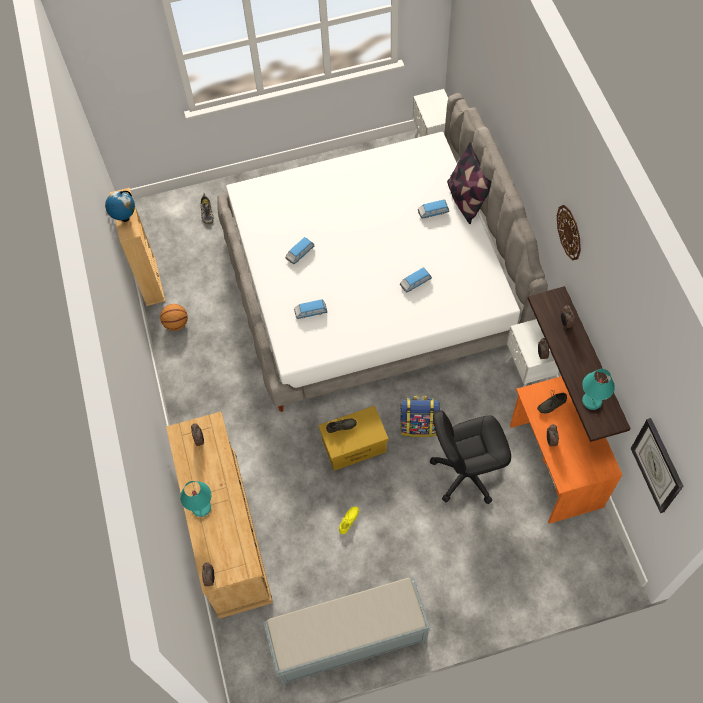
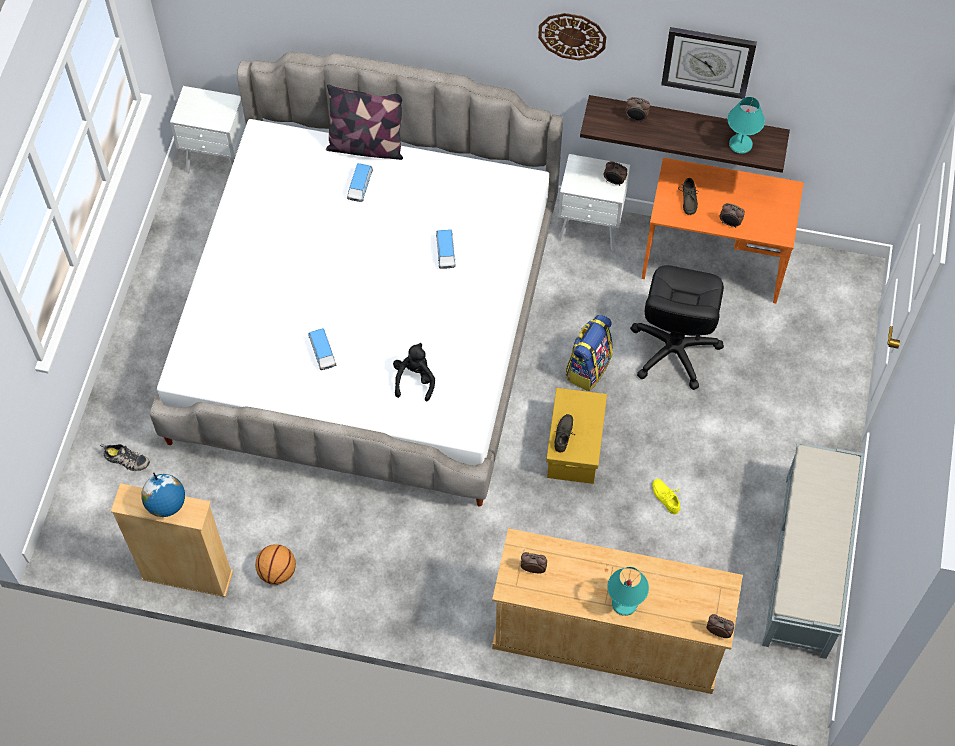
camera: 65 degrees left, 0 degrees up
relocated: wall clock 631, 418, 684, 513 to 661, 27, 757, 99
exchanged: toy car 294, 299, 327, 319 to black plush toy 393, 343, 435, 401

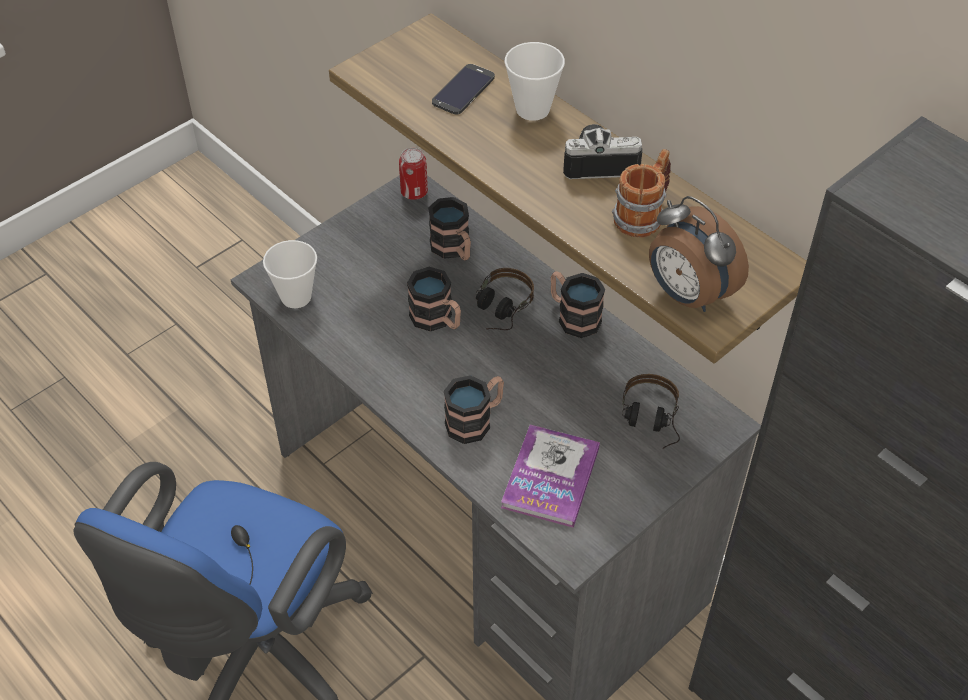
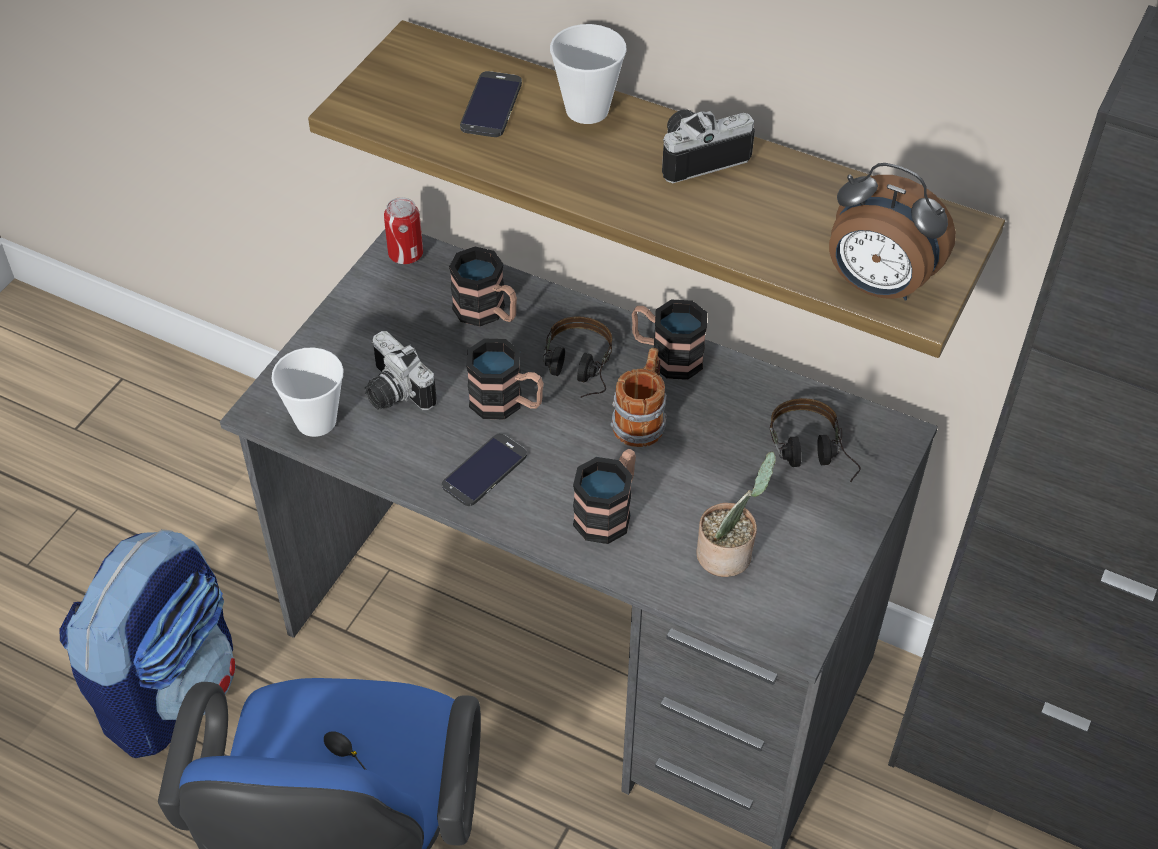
camera: 20 degrees left, 0 degrees up
appeared: backpack 59, 529, 236, 758; photo camera 364, 331, 437, 410; phone 442, 434, 527, 506
relocated: mug 612, 149, 671, 238 to 611, 347, 667, 447
exchanged: book 501, 424, 600, 528 to potted plant 696, 452, 776, 577

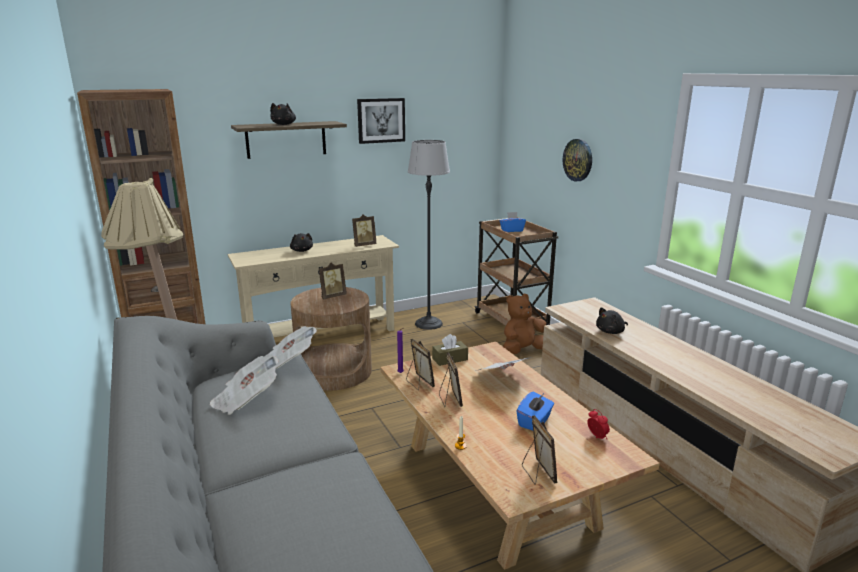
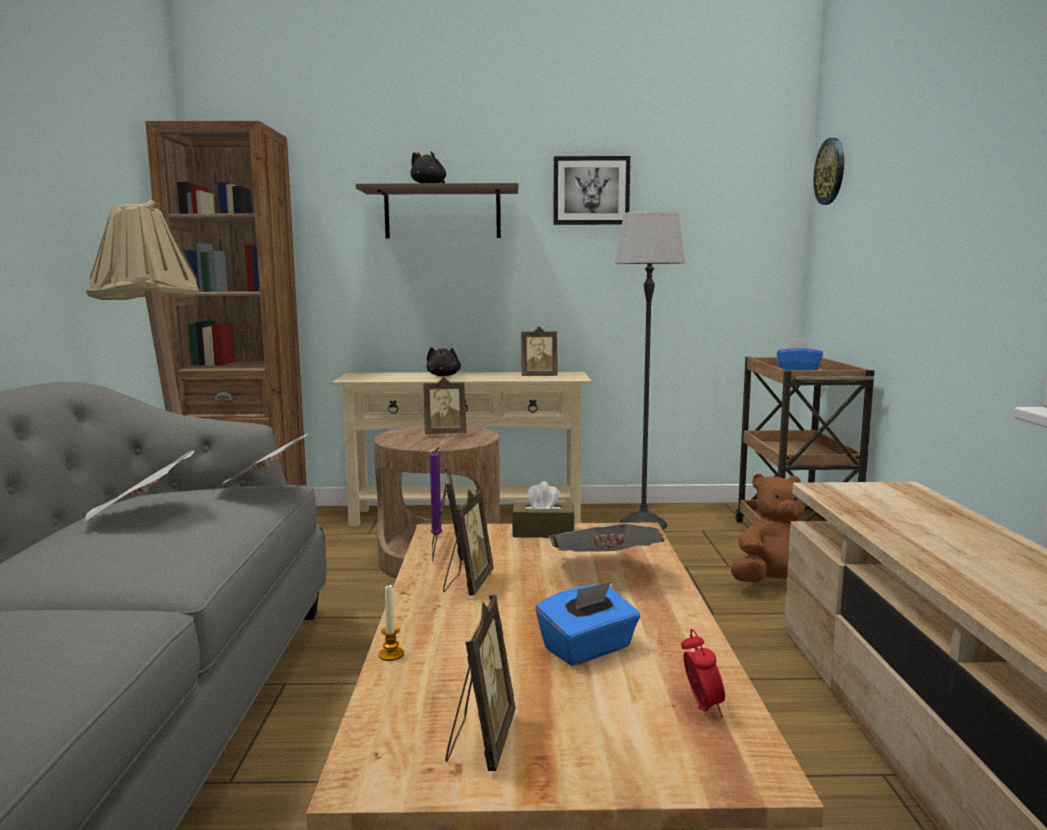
camera: 25 degrees right, 10 degrees down
missing: black plush toy 596, 308, 628, 334
relocated: wall clock 563, 139, 592, 182 to 813, 138, 844, 205

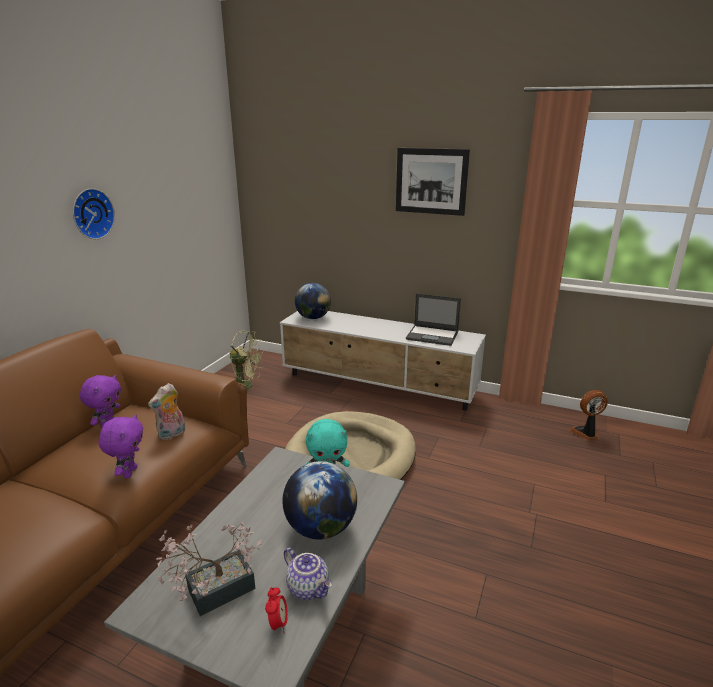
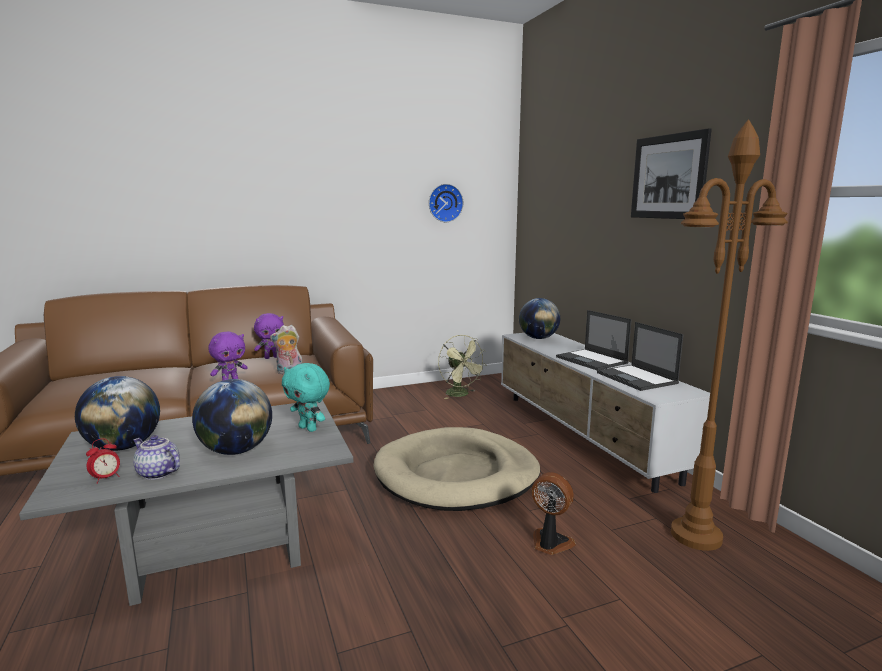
camera: 45 degrees right, 10 degrees down
appeared: laptop 556, 310, 632, 370; brown floor lamp 671, 119, 788, 551
relocated: wall clock 73, 188, 115, 239 to 429, 184, 464, 222; fan 569, 390, 608, 440 to 531, 472, 576, 555
exchanged: potted plant 156, 522, 262, 616 to globe 75, 376, 160, 451
spun: teapot 284, 548, 332, 600 = 133, 435, 180, 480 120 degrees clockwise

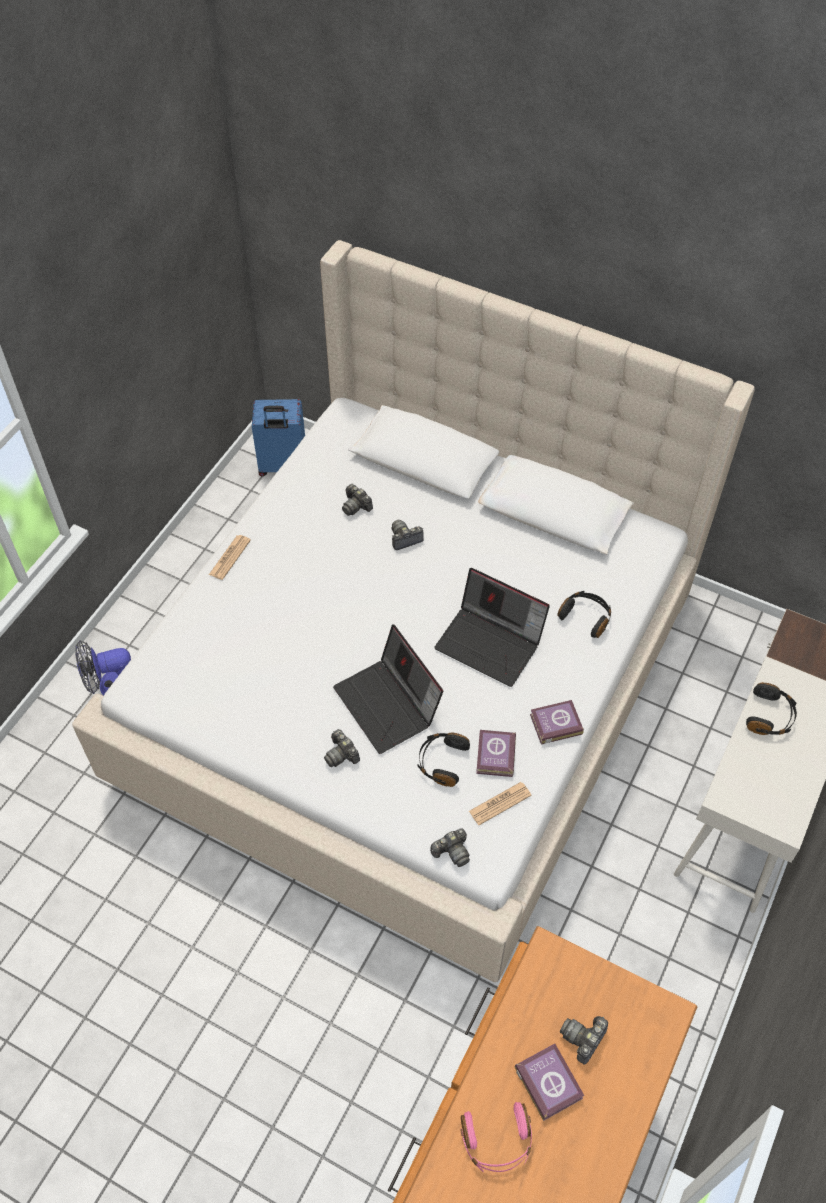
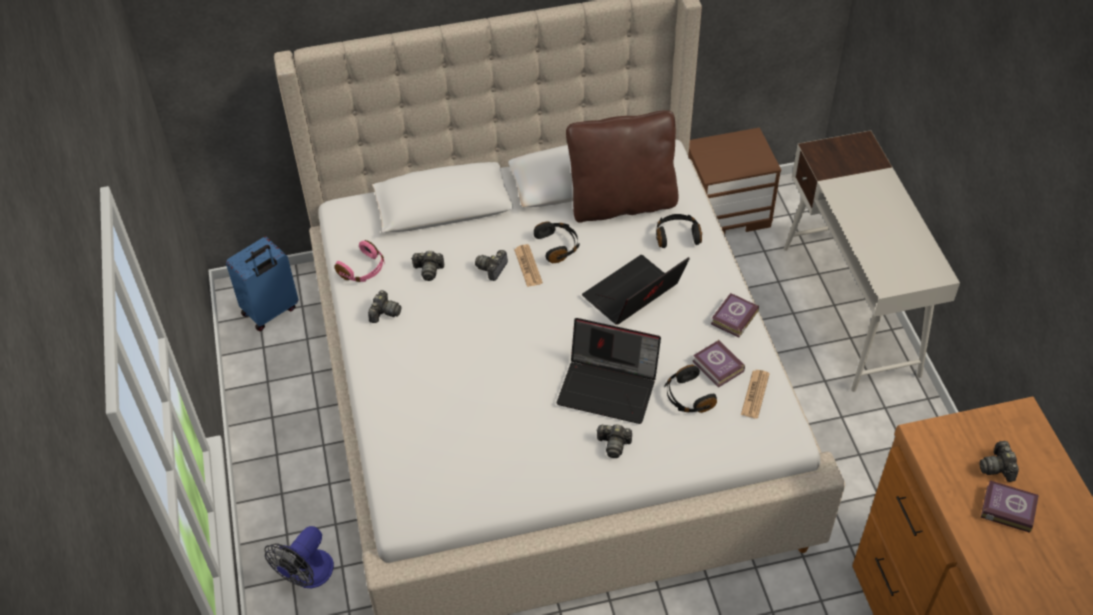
camera: 40 degrees left, 5 degrees down
appeared: brown pillow 566, 110, 678, 223; brown nightstand 688, 128, 781, 234
relocated: newspaper 209, 535, 251, 580 to 514, 244, 543, 287; photo camera 430, 829, 470, 867 to 368, 290, 401, 323; pink headphones 460, 1102, 532, 1172 to 334, 240, 385, 282; black headphones 746, 682, 797, 735 to 534, 221, 580, 263
spun: laptop 434, 568, 550, 687 = 582, 255, 690, 325 150 degrees clockwise

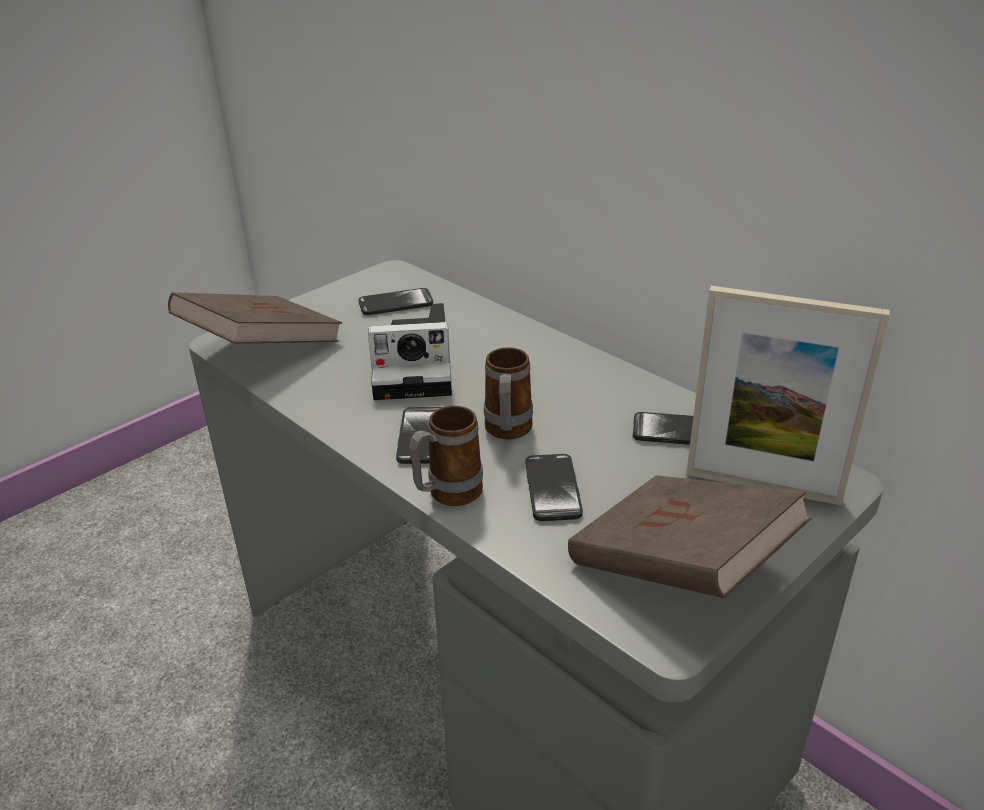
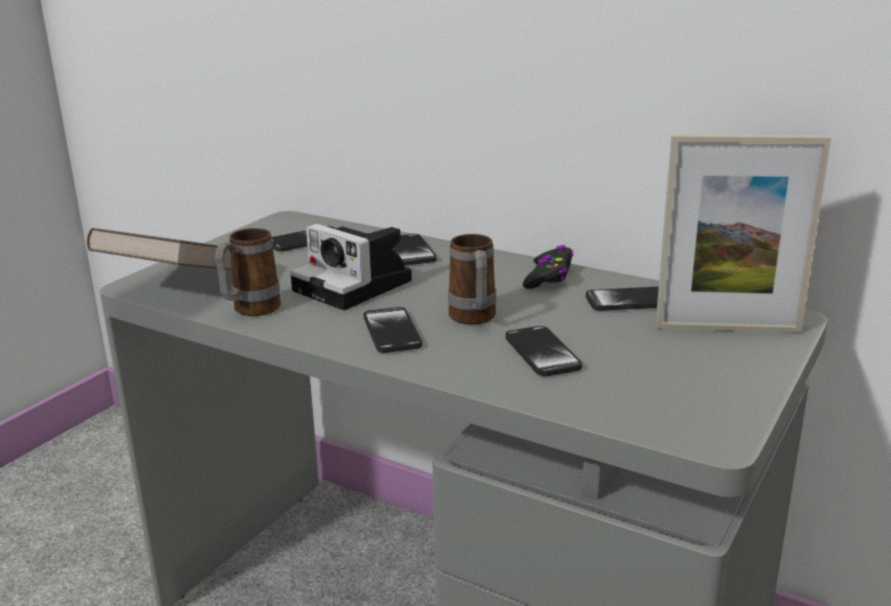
camera: 15 degrees left, 10 degrees down
missing: brown book 568, 475, 812, 598
appeared: phone 392, 234, 437, 265; black game controller 523, 245, 573, 289
relocated: mug 409, 406, 483, 506 to 215, 228, 281, 316
spun: photo camera 368, 303, 452, 400 = 290, 224, 412, 310 60 degrees clockwise

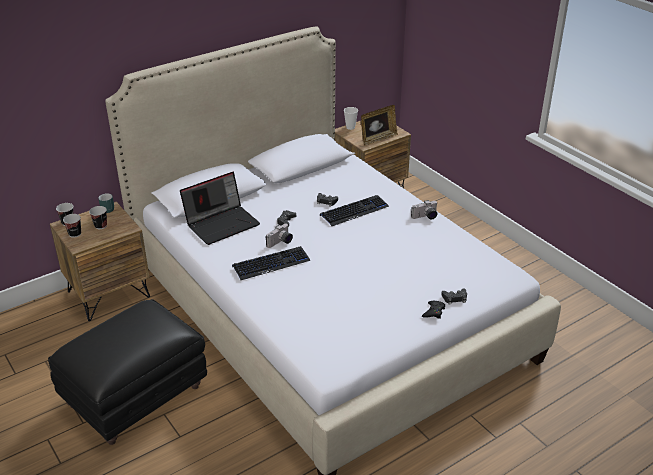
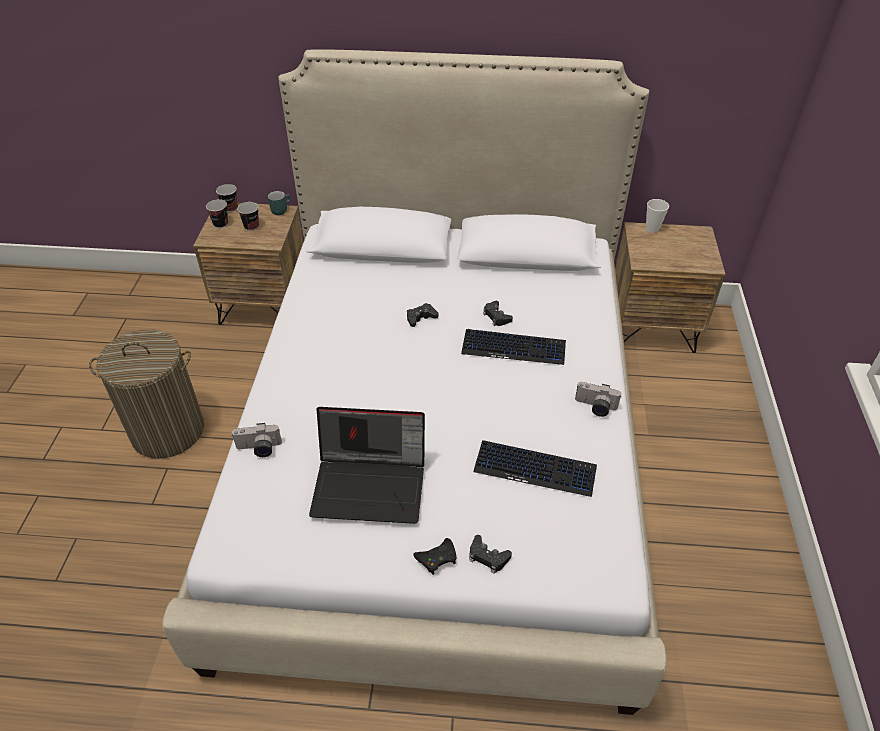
camera: 40 degrees right, 10 degrees up
missing: picture frame 361, 105, 398, 145
relocated: laptop 180, 172, 260, 245 to 309, 407, 425, 524; keyboard 232, 246, 311, 280 to 473, 440, 597, 497; photo camera 265, 224, 293, 248 to 231, 423, 282, 457
exchanged: black ottoman 48, 299, 207, 445 to laundry basket 89, 329, 204, 458

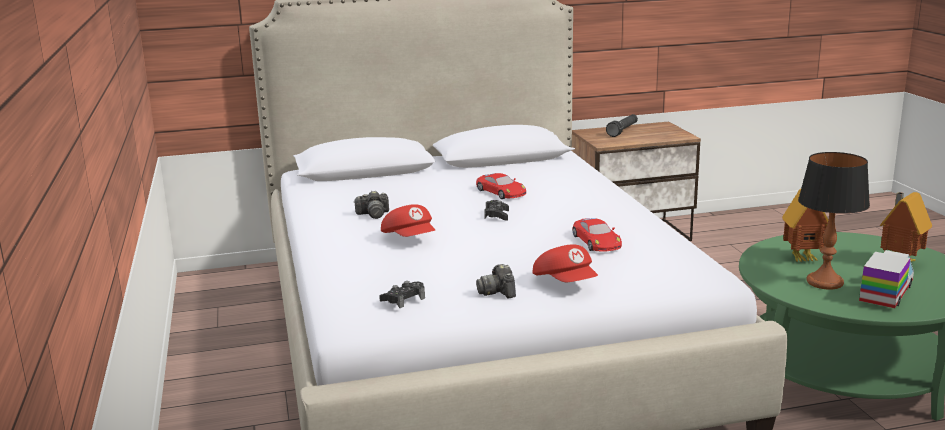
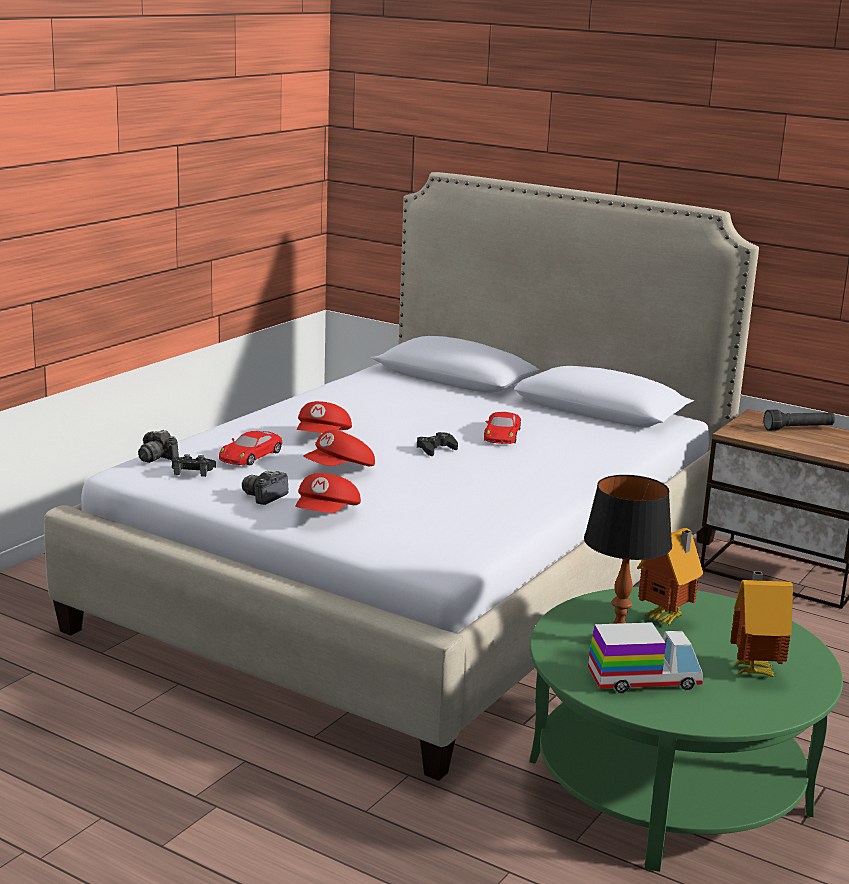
camera: 45 degrees right, 0 degrees up
appeared: red cap 304, 430, 375, 466
relocated: photo camera 354, 190, 389, 219 to 138, 430, 179, 463; red toy car 572, 218, 622, 252 to 219, 431, 282, 465

